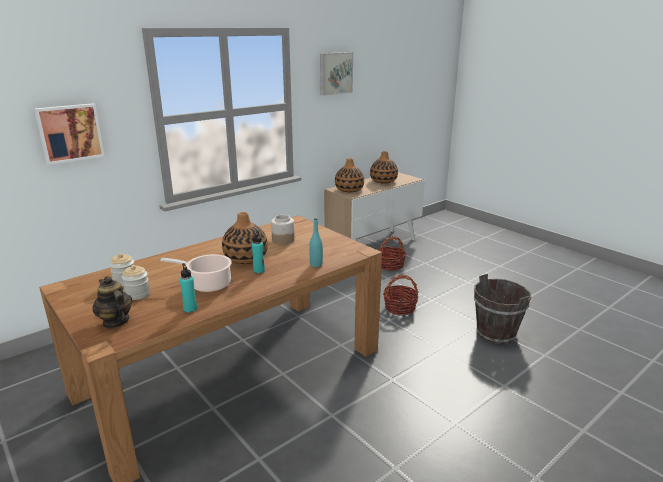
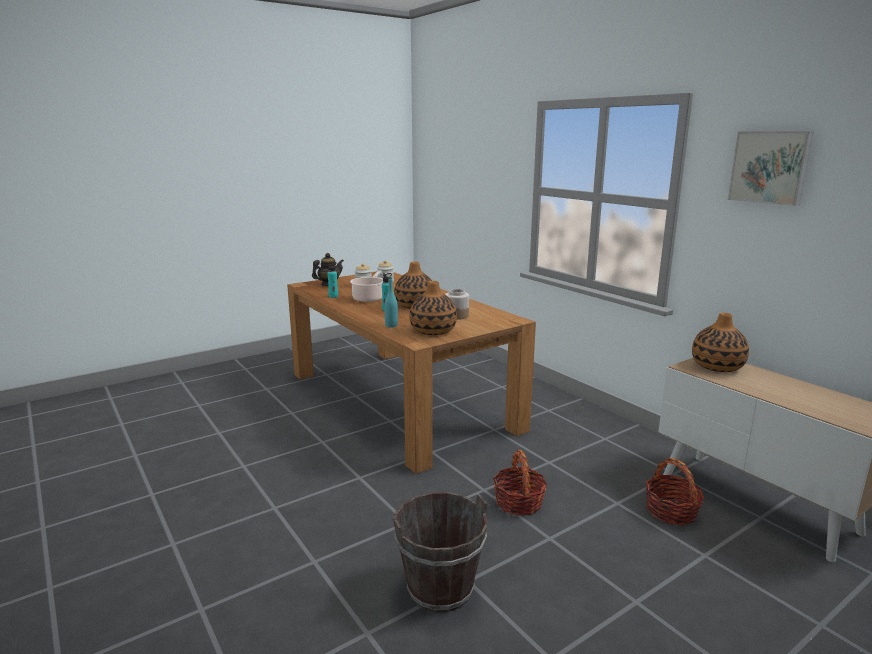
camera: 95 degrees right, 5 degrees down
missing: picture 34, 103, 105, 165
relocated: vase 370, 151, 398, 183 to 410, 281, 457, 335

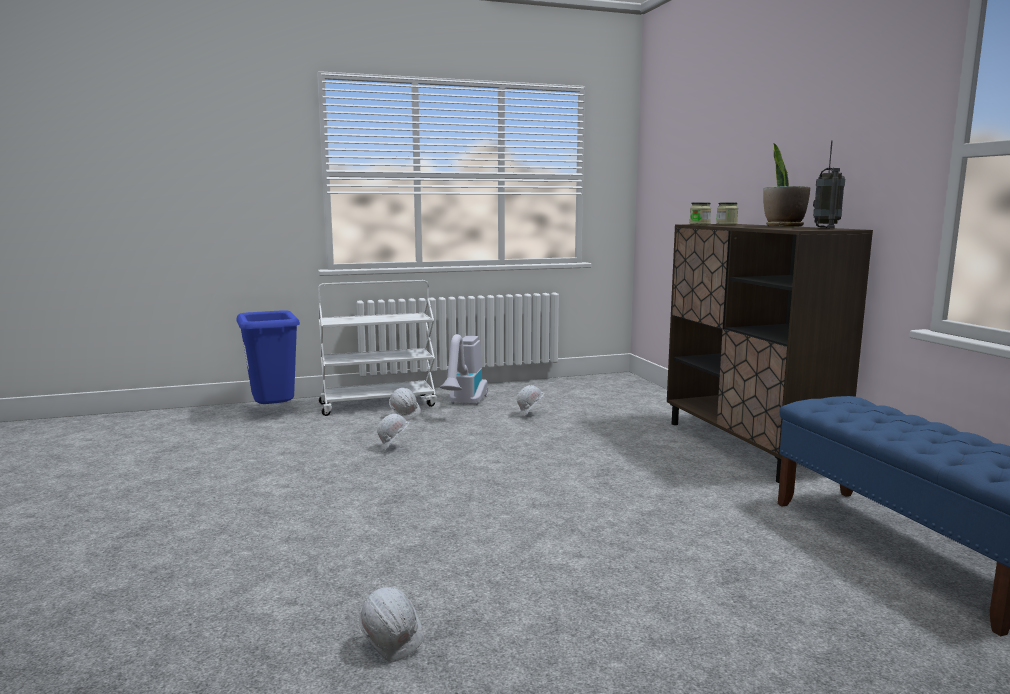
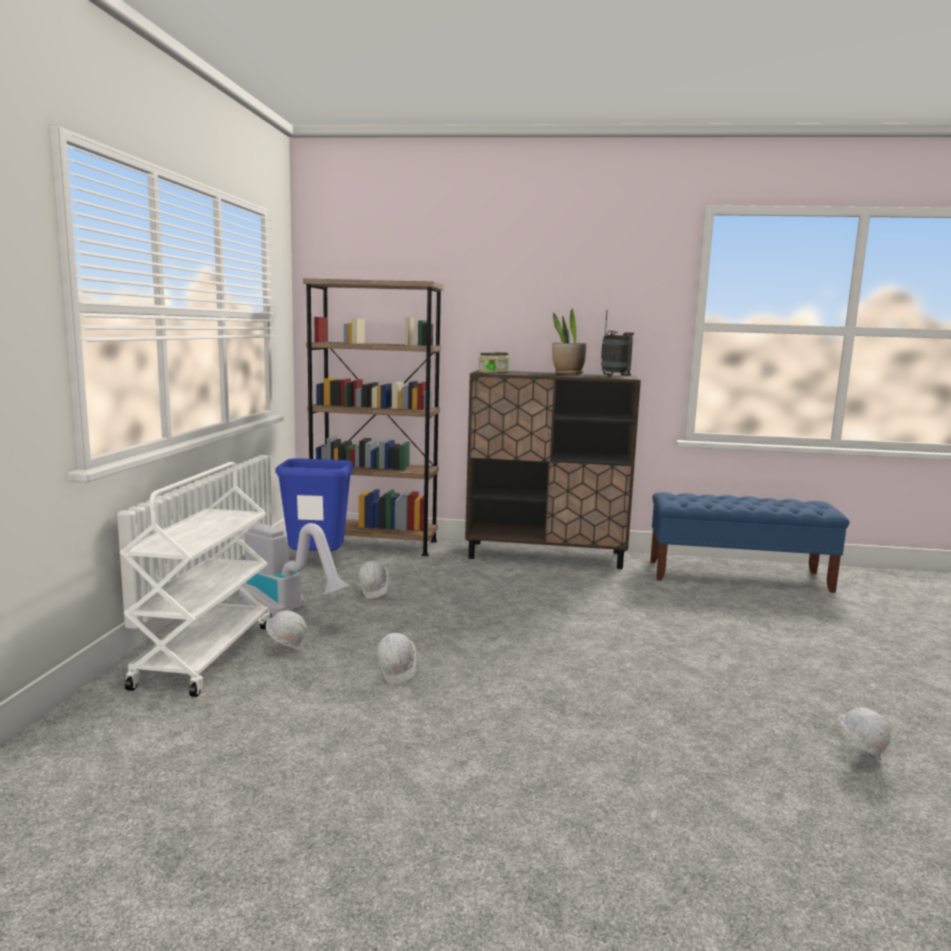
camera: 65 degrees left, 0 degrees up
appeared: brown bookcase 303, 279, 444, 556
relocated: blue trash can 236, 310, 300, 404 to 275, 458, 354, 551

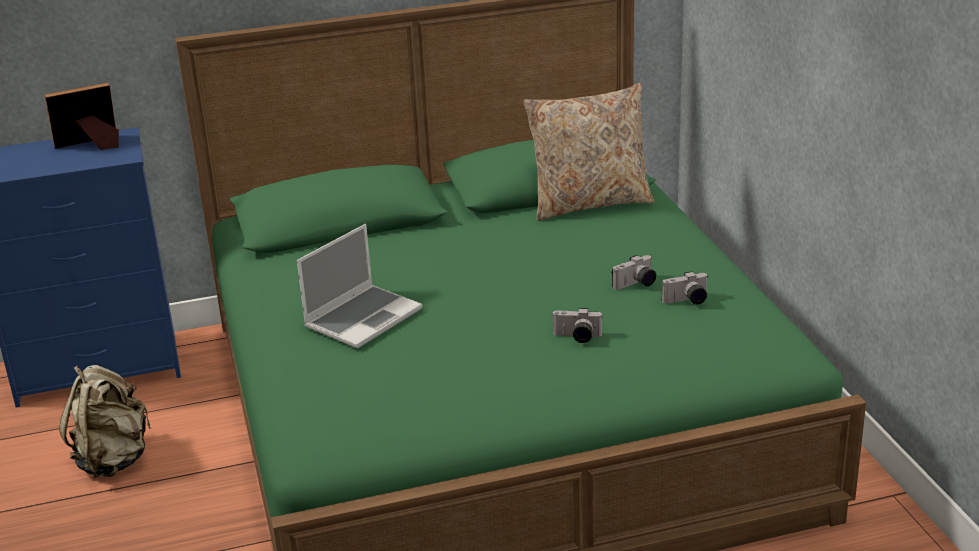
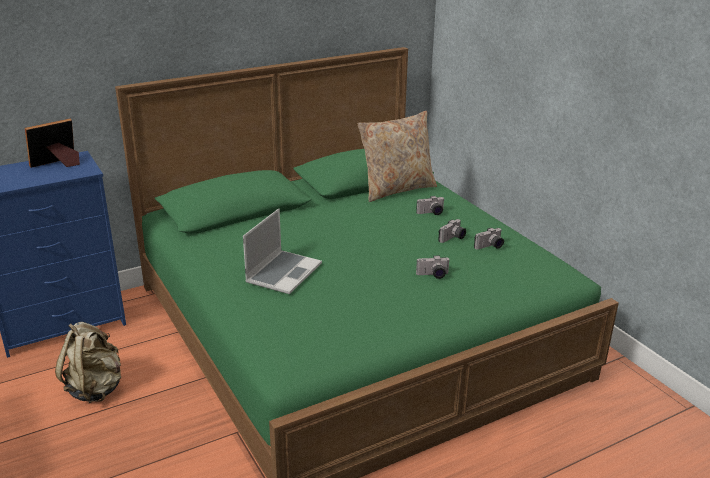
camera: 15 degrees left, 0 degrees up
appeared: photo camera 416, 196, 444, 215

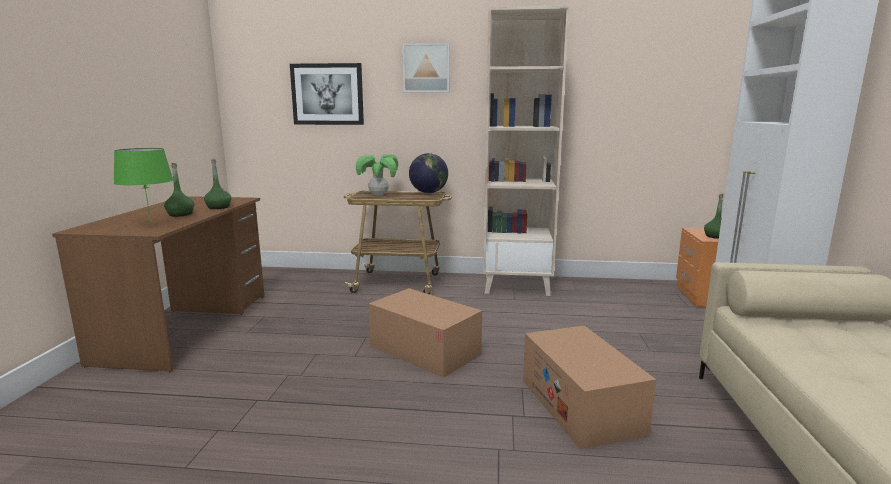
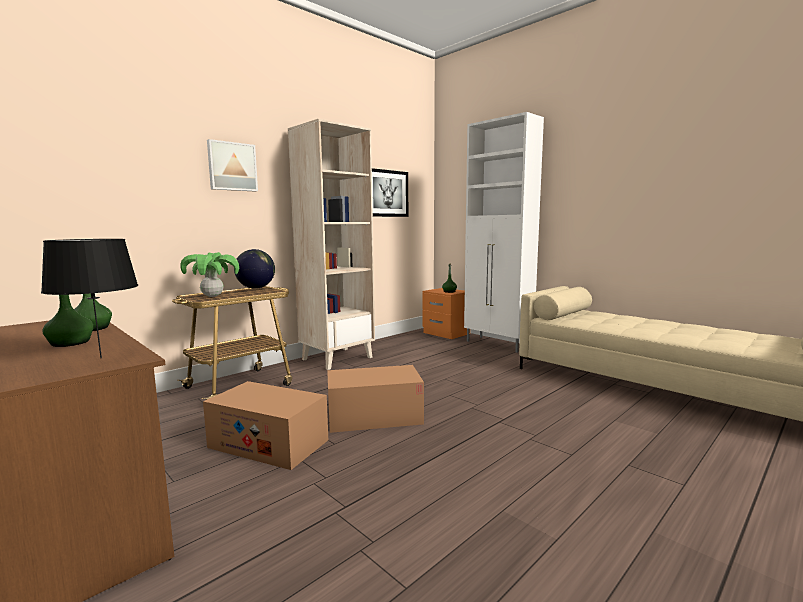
camera: 50 degrees left, 5 degrees down
relocated: picture 290, 63, 364, 125 to 372, 168, 408, 217; cardboard box 523, 326, 656, 450 to 203, 381, 328, 470
colour: green table lamp 114, 148, 173, 228 to black table lamp 41, 239, 138, 358

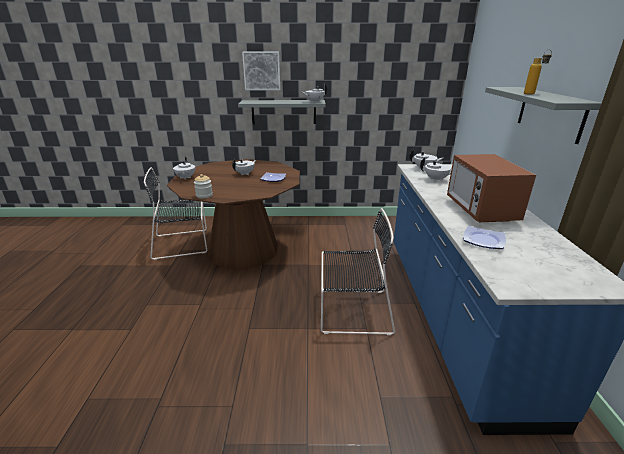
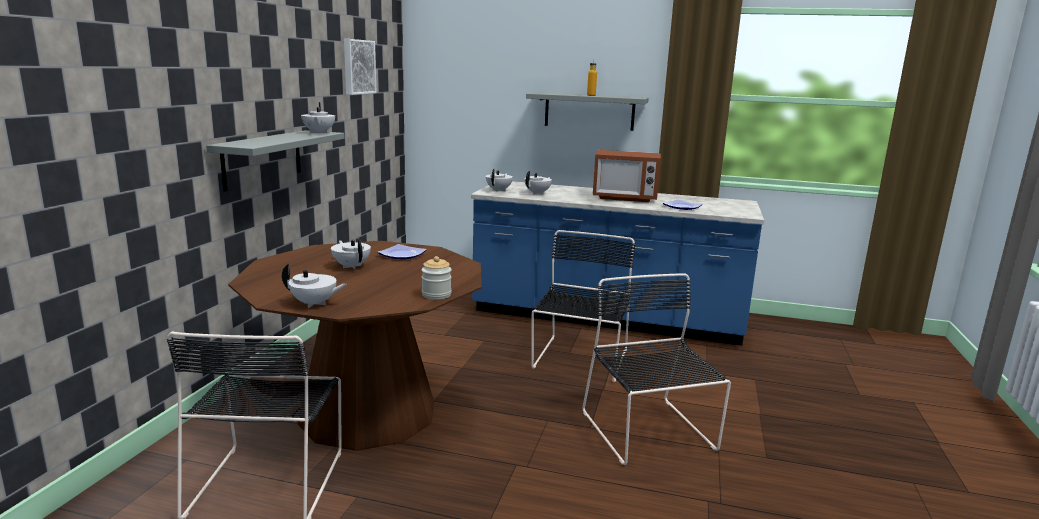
camera: 75 degrees left, 10 degrees down
appeared: black chair 582, 273, 731, 465
relocated: picture 242, 52, 280, 90 to 344, 39, 377, 95

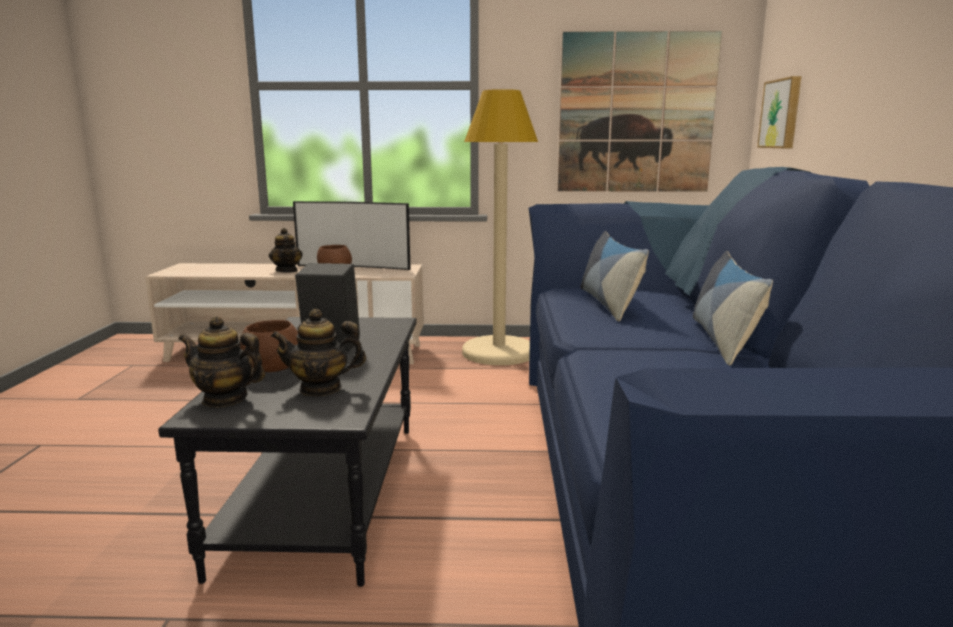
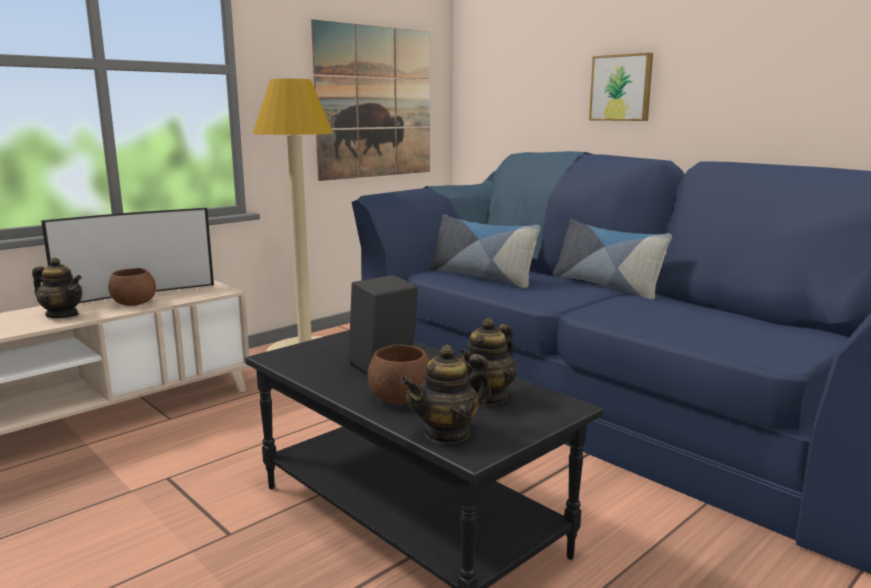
camera: 45 degrees left, 0 degrees up
relocated: picture 757, 76, 801, 148 to 589, 53, 653, 121

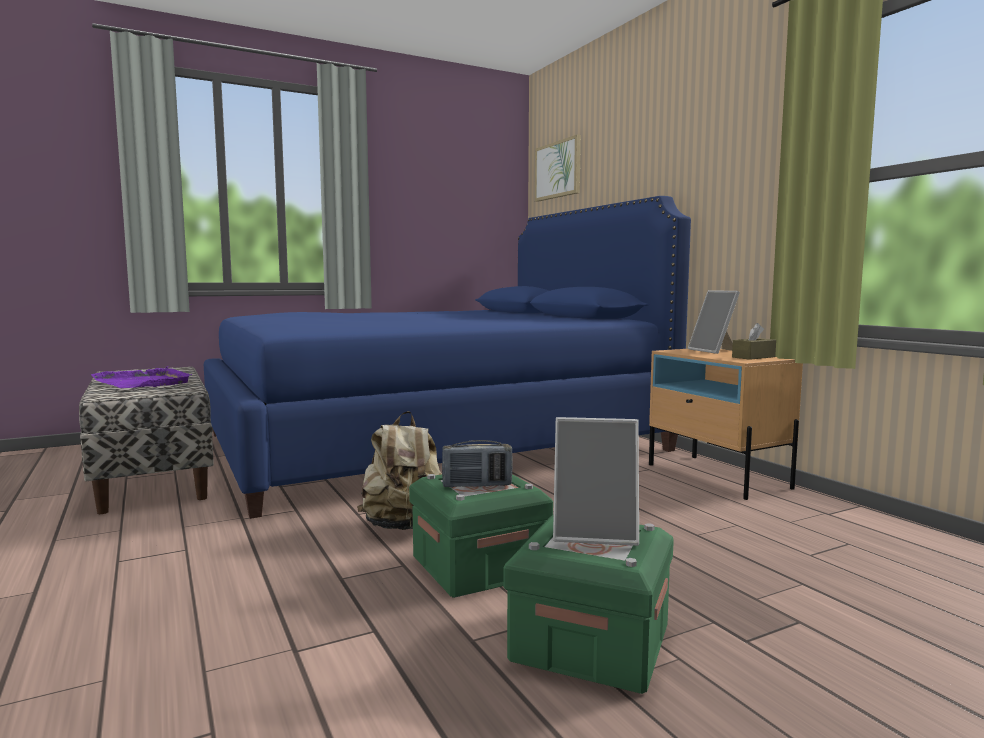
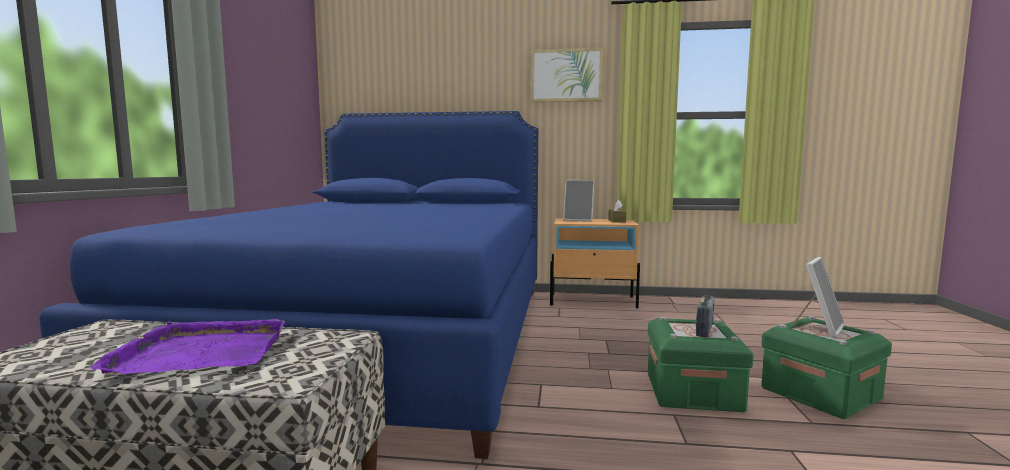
camera: 55 degrees left, 0 degrees up
missing: beige backpack 357, 411, 442, 530
relocated: picture 535, 134, 581, 202 to 531, 48, 603, 102

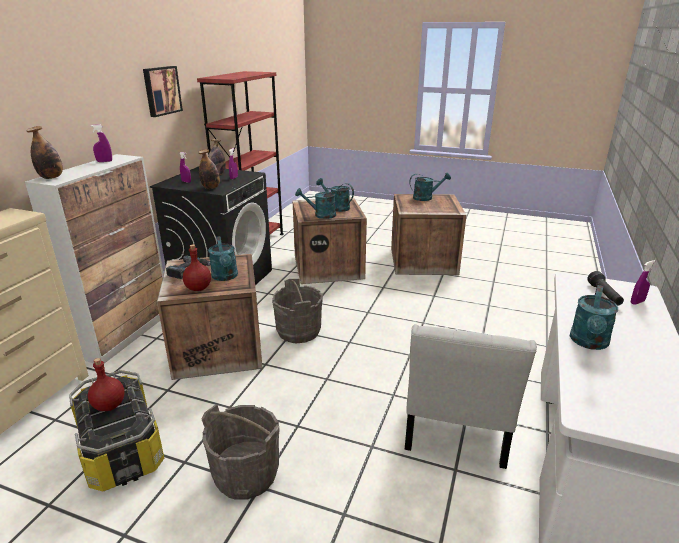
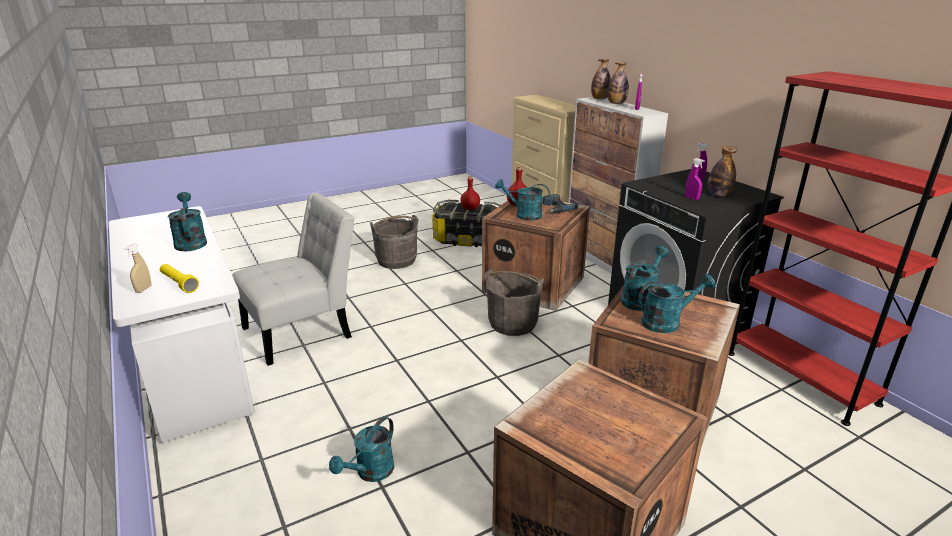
camera: 130 degrees right, 0 degrees up
missing: picture 143, 66, 183, 117
relocated: bottle 198, 149, 220, 189 to 608, 63, 629, 104; turquoise watering can 409, 172, 451, 201 to 329, 417, 394, 482
colour: black flashlight 587, 271, 624, 306 to yellow flashlight 160, 264, 199, 293; purple spray bottle 631, 260, 655, 305 to beige spray bottle 125, 243, 151, 293
spun: white chair 405, 324, 537, 469 = 232, 193, 355, 366 90 degrees clockwise

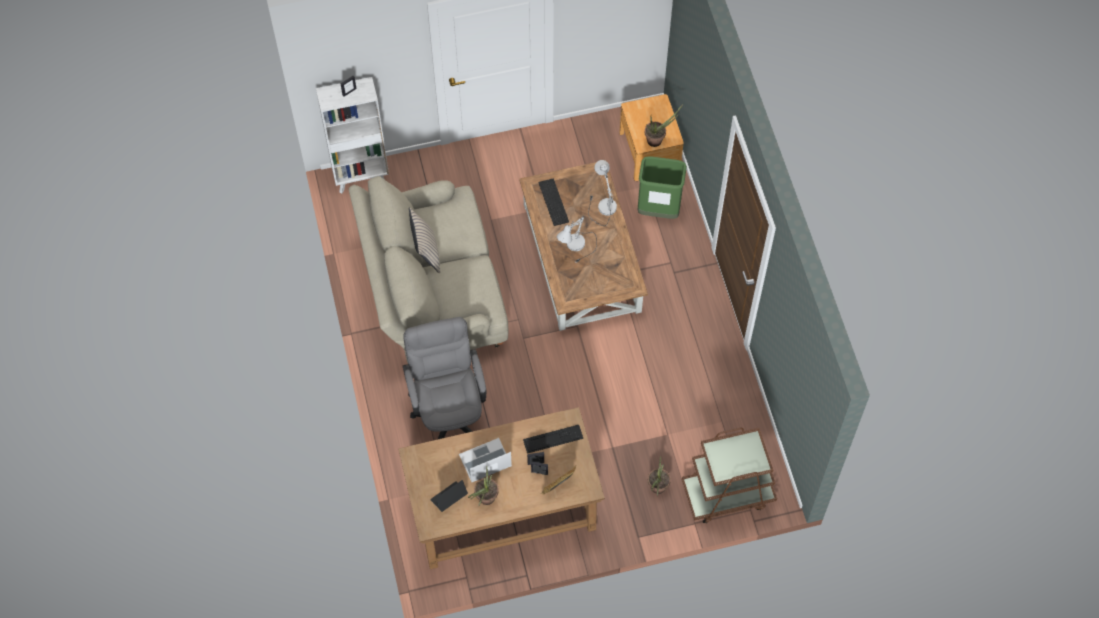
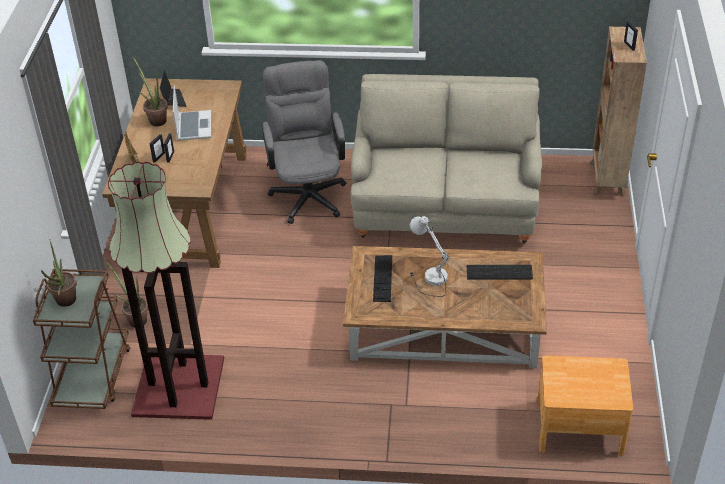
camera: 110 degrees right, 20 degrees down
missing: beige pillow 409, 207, 440, 274; white table lamp 588, 160, 617, 226; green trash can 637, 156, 687, 219
appeared: floor lamp 108, 162, 224, 420
relocated: keyboard 523, 425, 583, 454 to 373, 255, 392, 302; potted plant 644, 104, 683, 147 to 41, 239, 77, 307
colour: white bookcase 316, 77, 389, 194 to brown bookcase 590, 27, 647, 197
spun: grey office chair 403, 317, 487, 440 = 261, 60, 346, 224 105 degrees counterclockwise

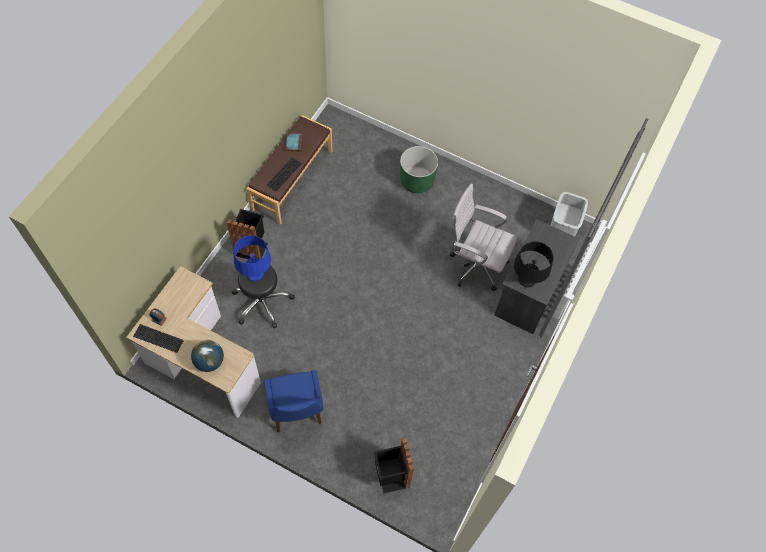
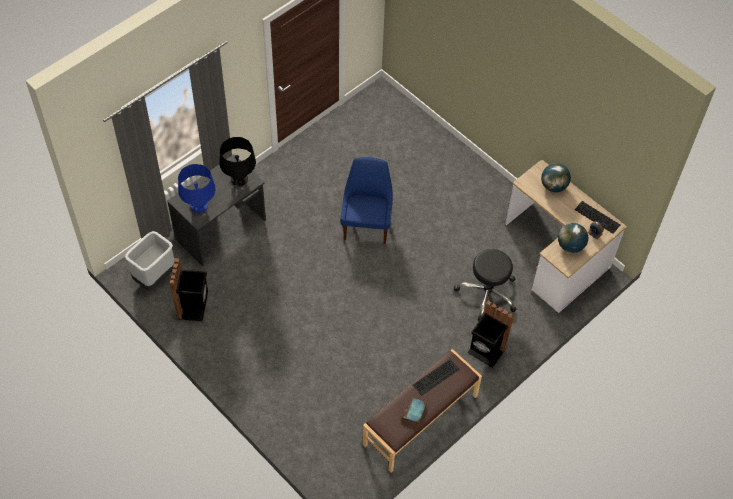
camera: 160 degrees left, 5 degrees down
missing: green planter 400, 146, 438, 193; white office chair 450, 184, 517, 291
appeared: globe 558, 223, 588, 253
relocated: blue table lamp 233, 235, 271, 281 to 178, 164, 215, 213; blue chair 264, 370, 323, 432 to 340, 157, 393, 244; black trash can 374, 438, 414, 493 to 170, 258, 208, 321

